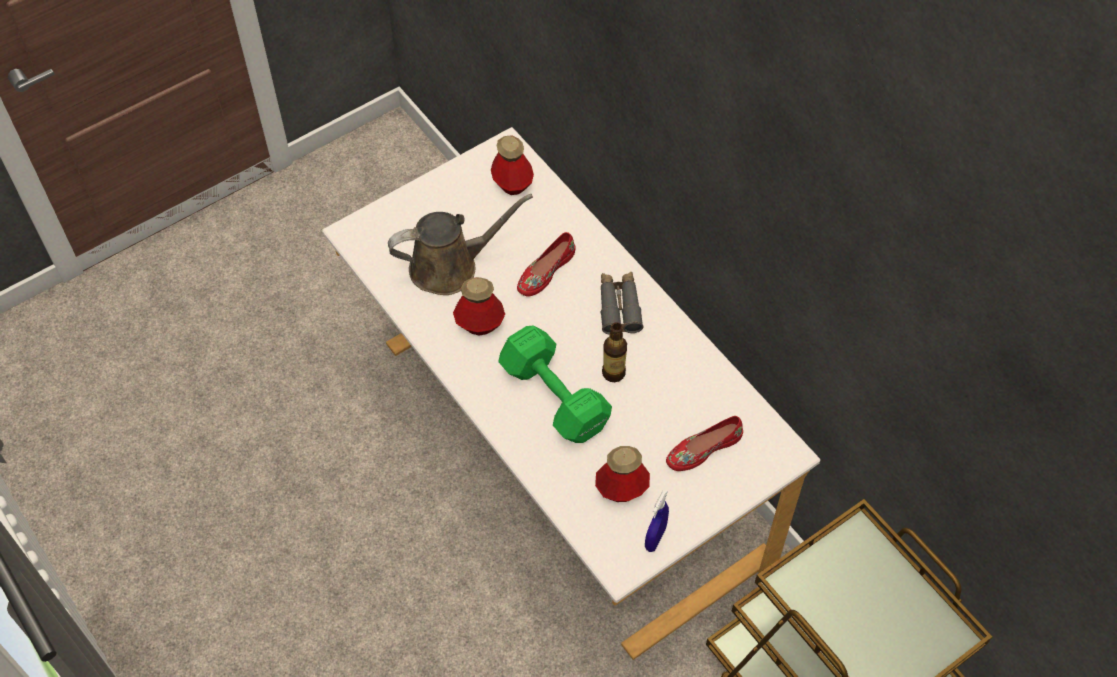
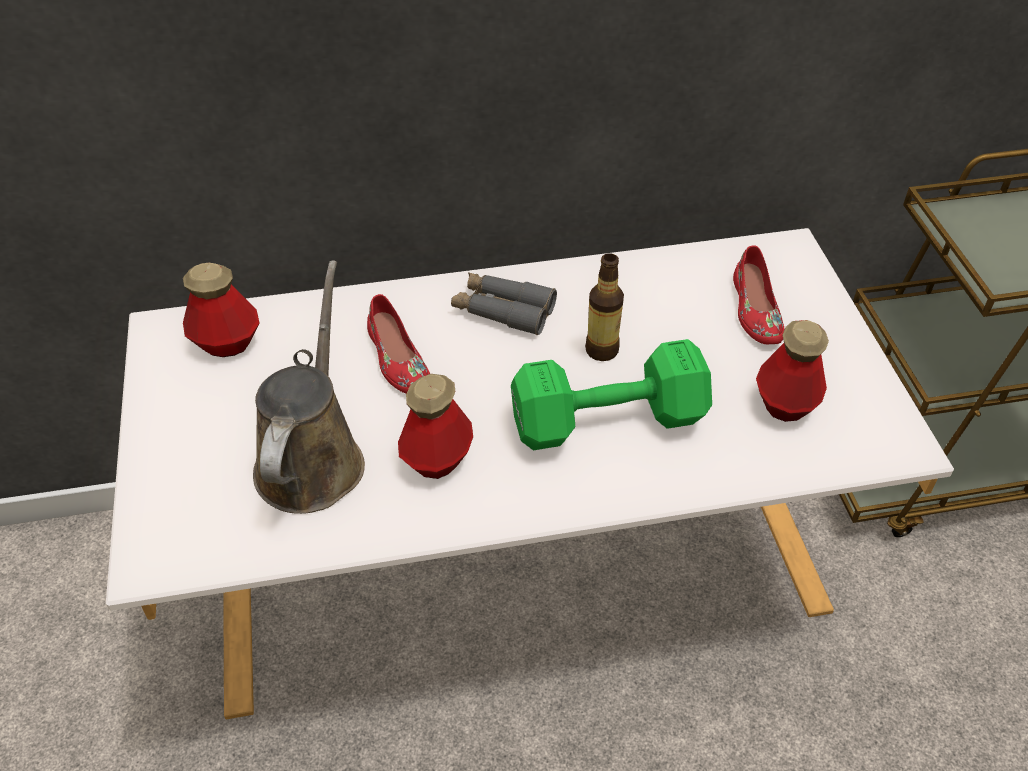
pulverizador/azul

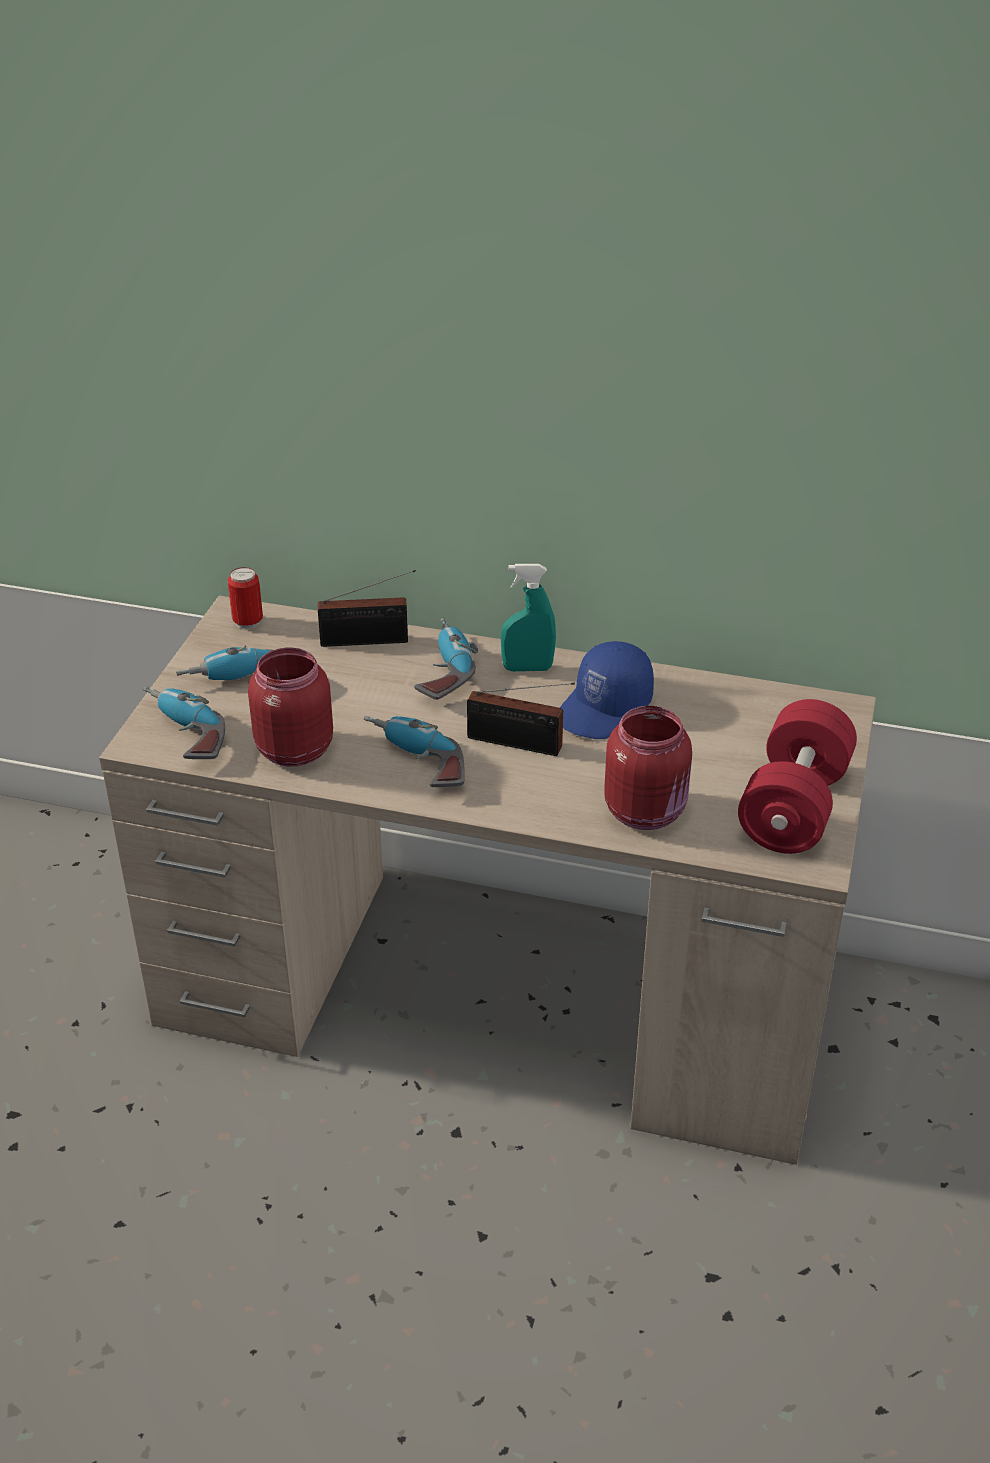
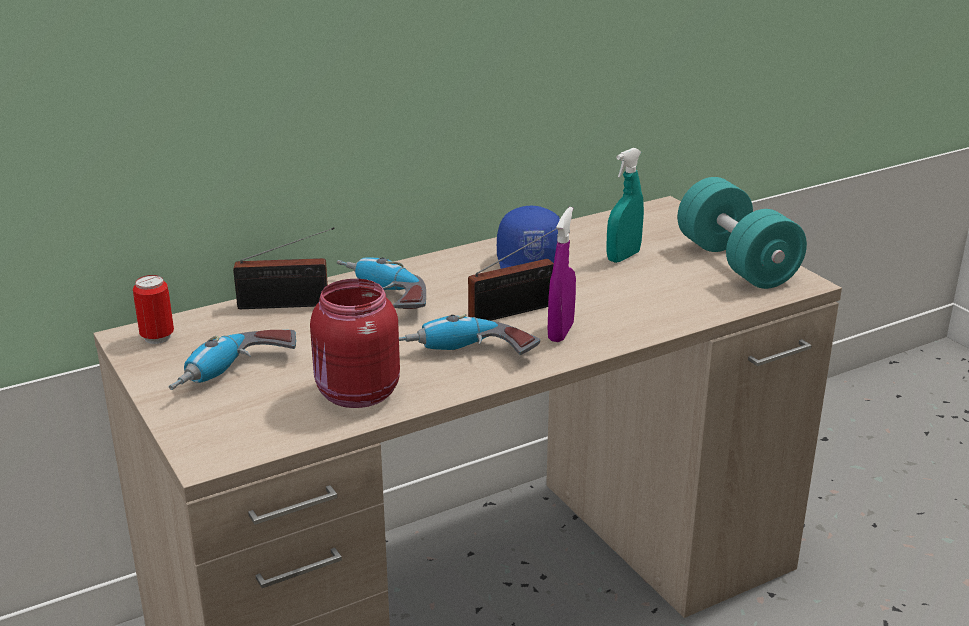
radio (1st from left)
pulverizador/morado
pulverizador/turquesa
mancuerna/turquesa
taladro (1st from left in the first image)
tarro/rojo (2nd from left in the first image)

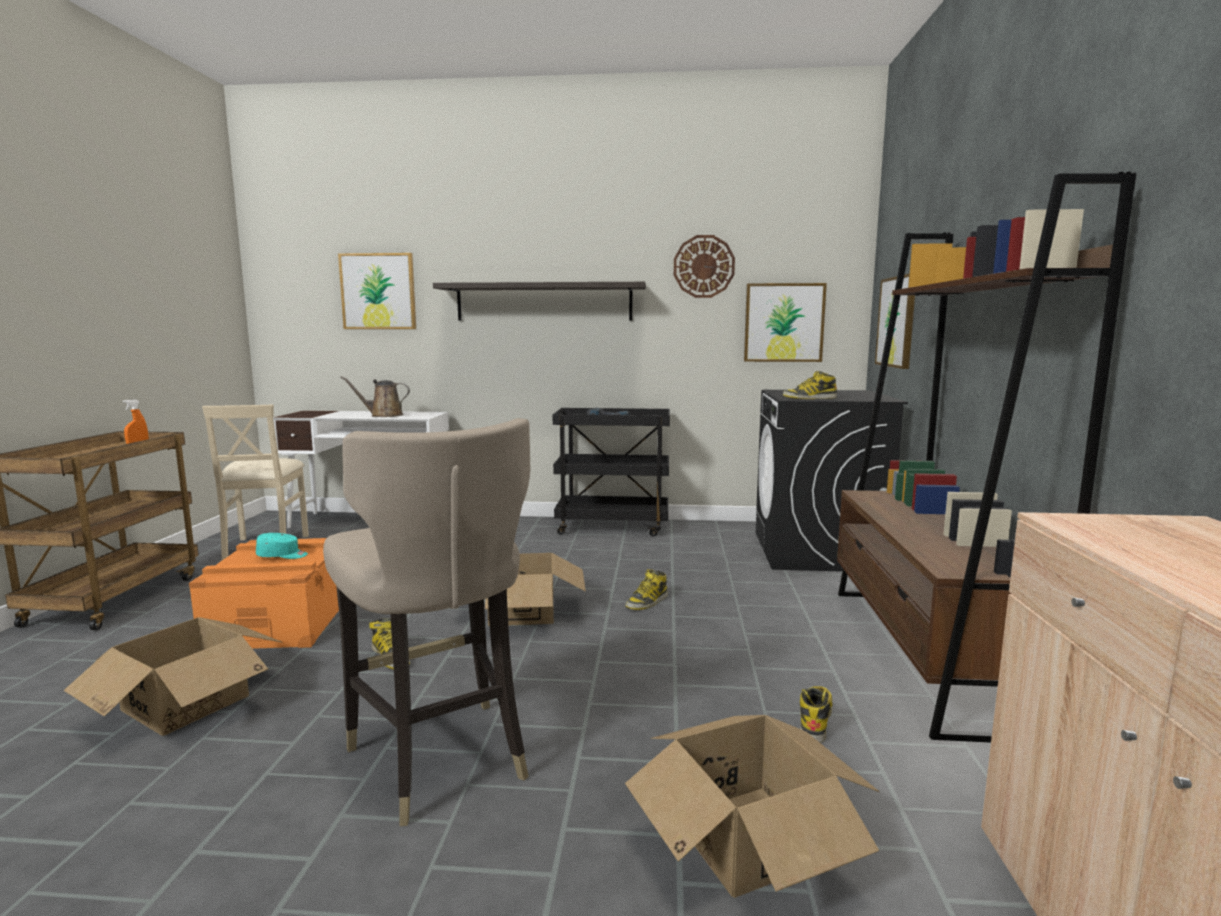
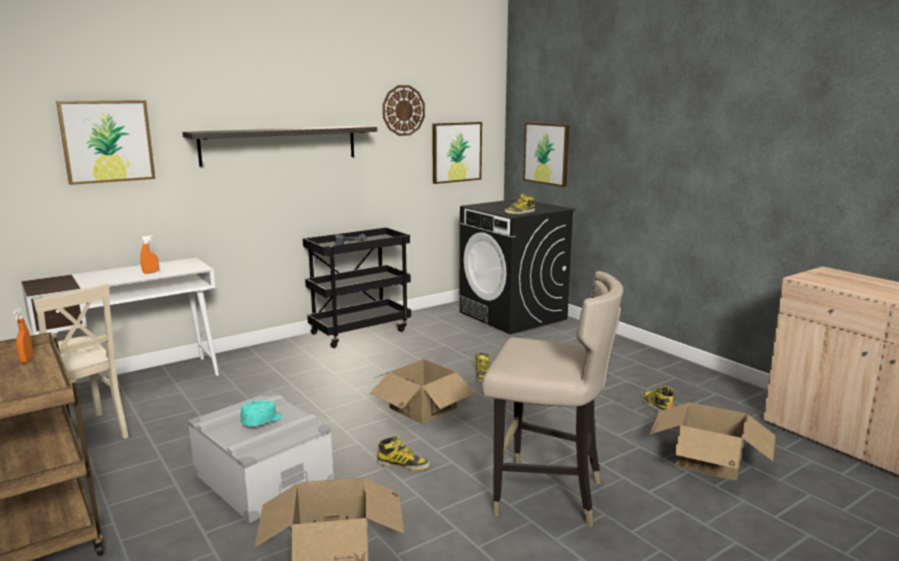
pulverizador/naranja (2nd from left)
caja de almacenaje/gris
estantería/marrón

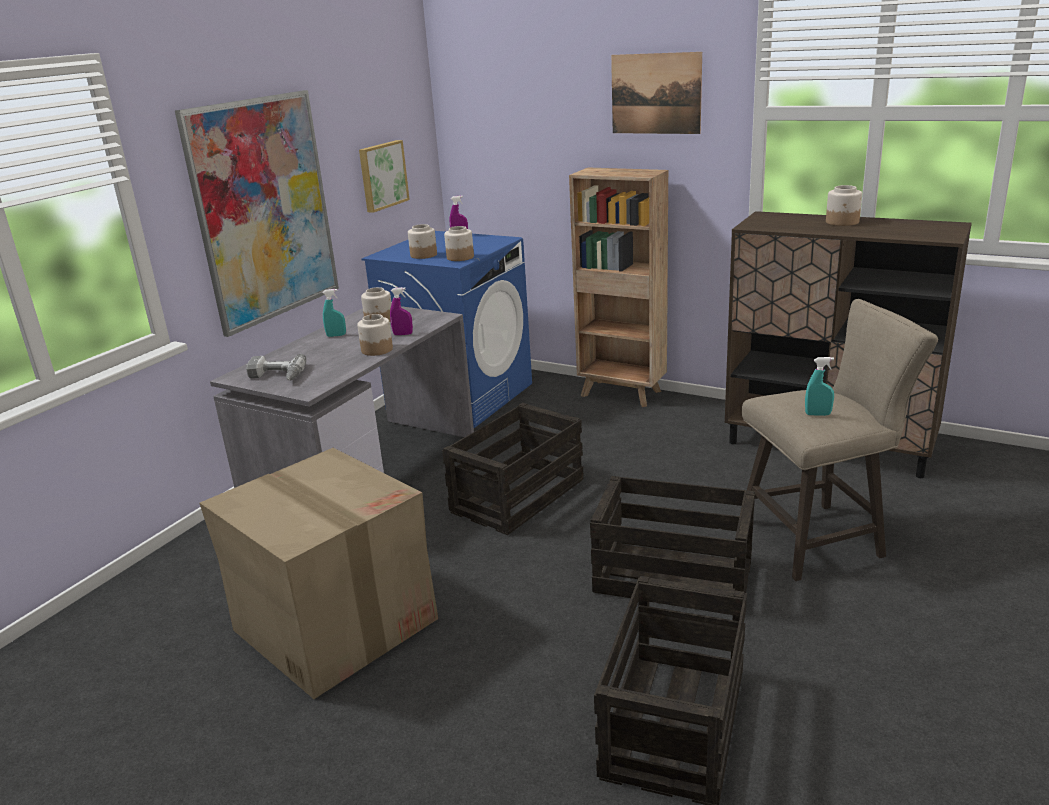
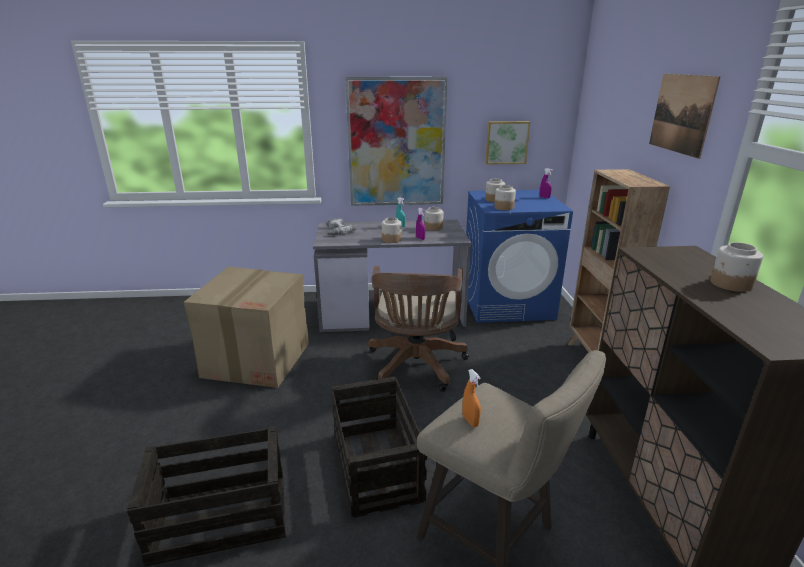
silla de oficina/marrón
pulverizador/naranja

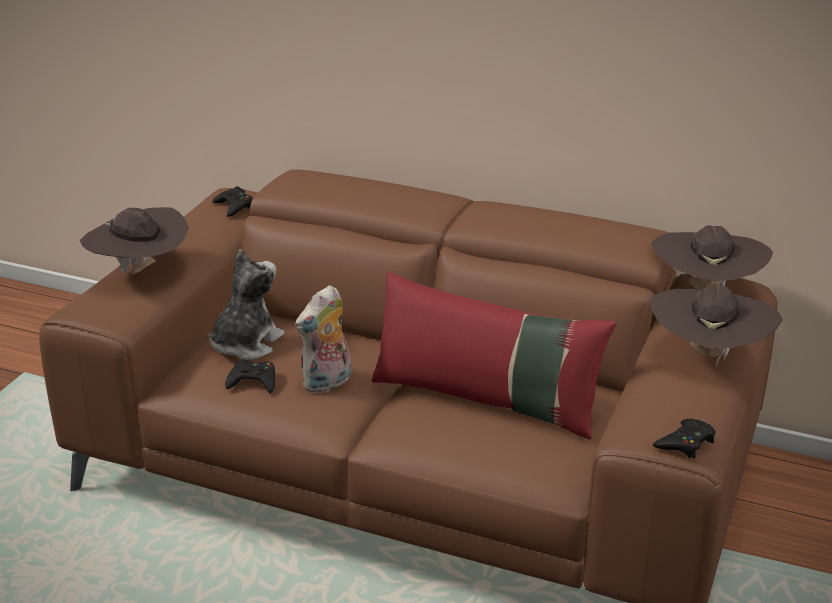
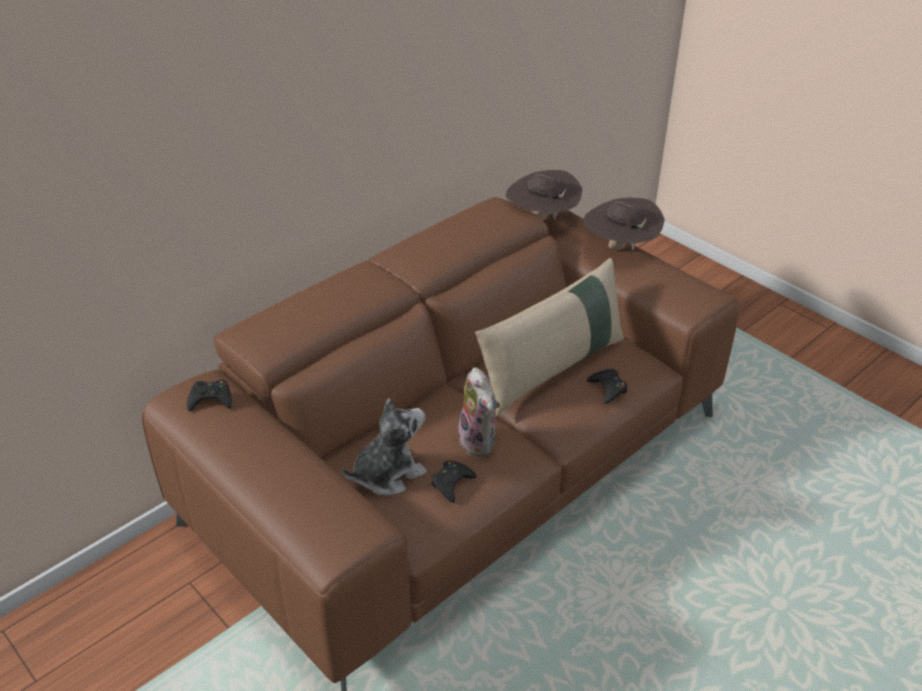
peluche (1st from left)
cojín/beis
mando de consola/negro (3rd from left)
sombrero/marrón (1st from left in the first image)

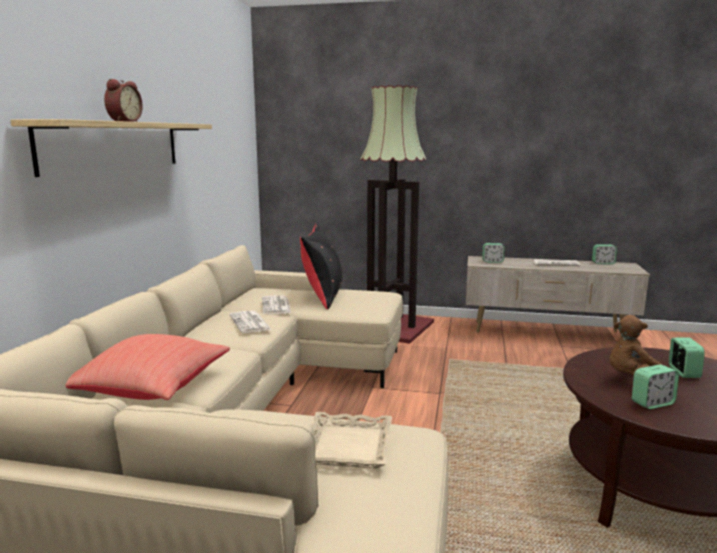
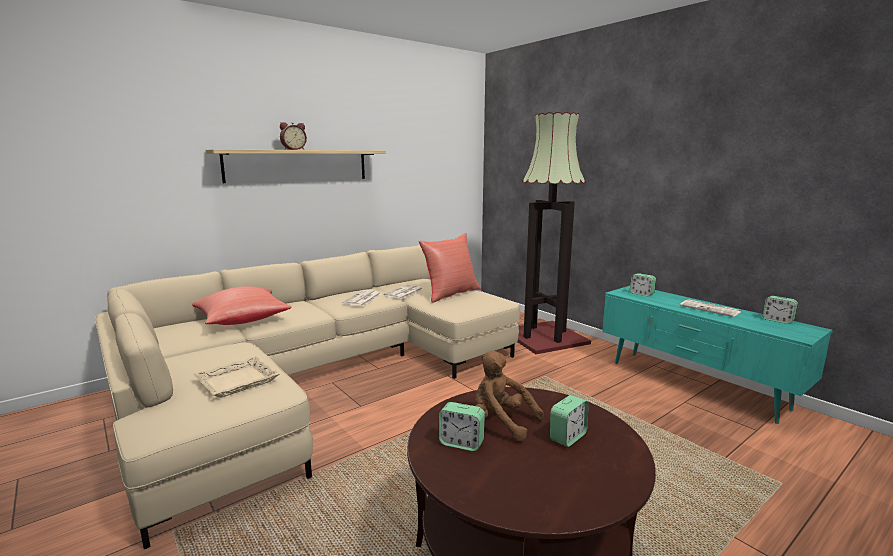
cojín/rojo (2nd from left)
mueble de televisión/turquesa

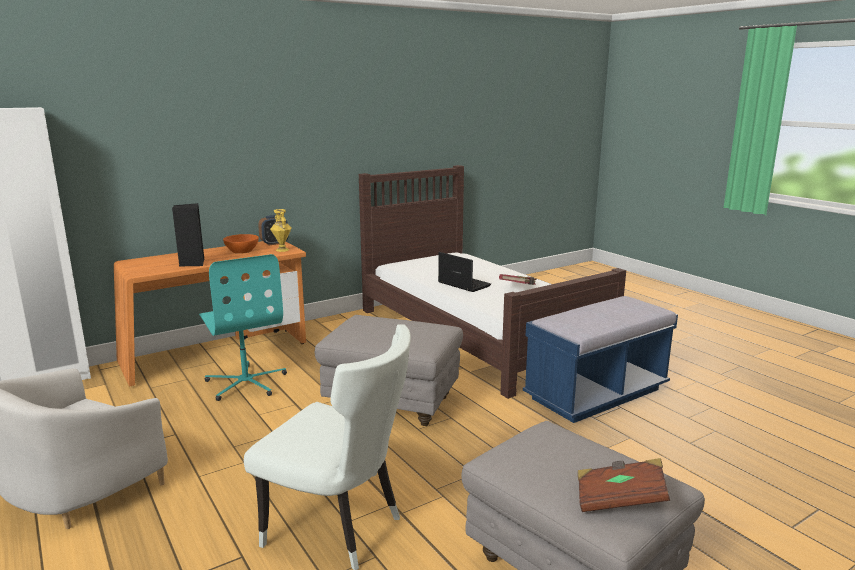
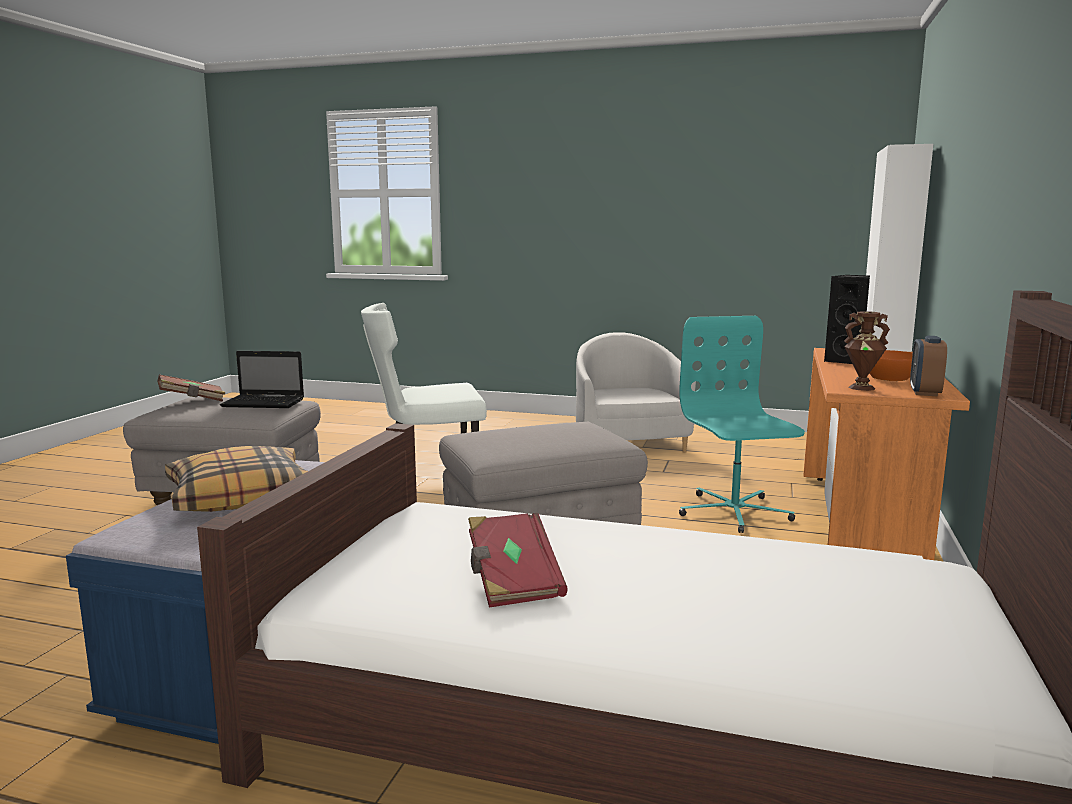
cojín
portátil
silla de oficina/turquesa
florero/marrón

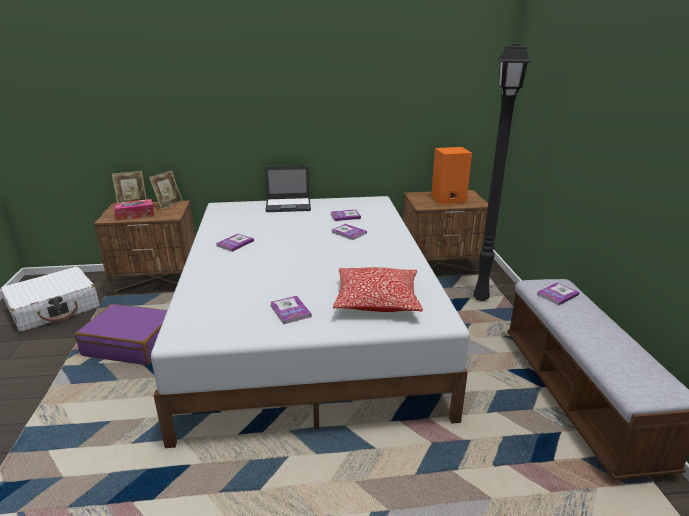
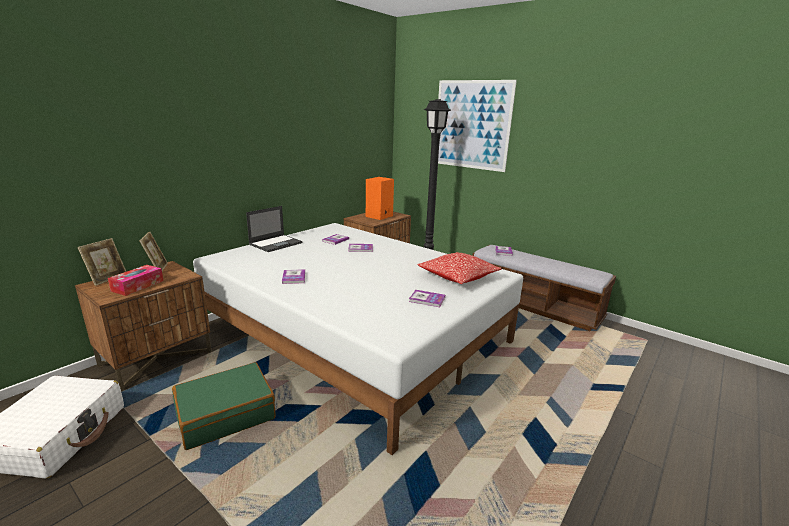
maleta/verde
cuadro

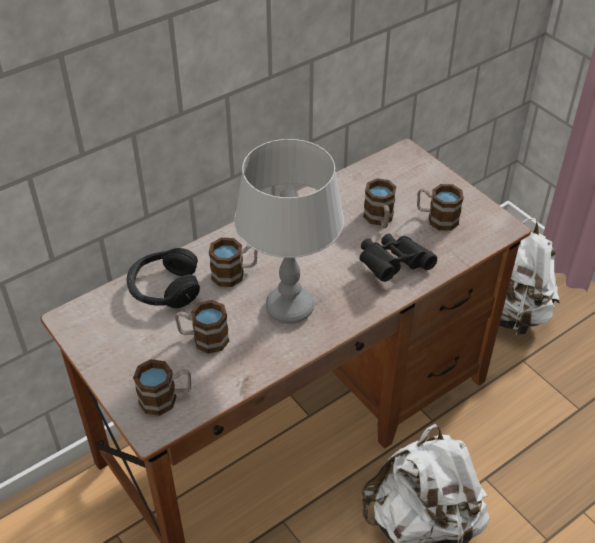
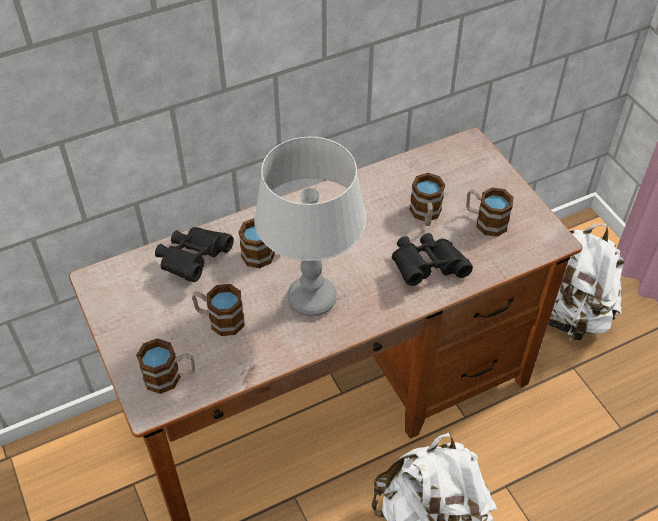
prismáticos/negro (1st from left)

